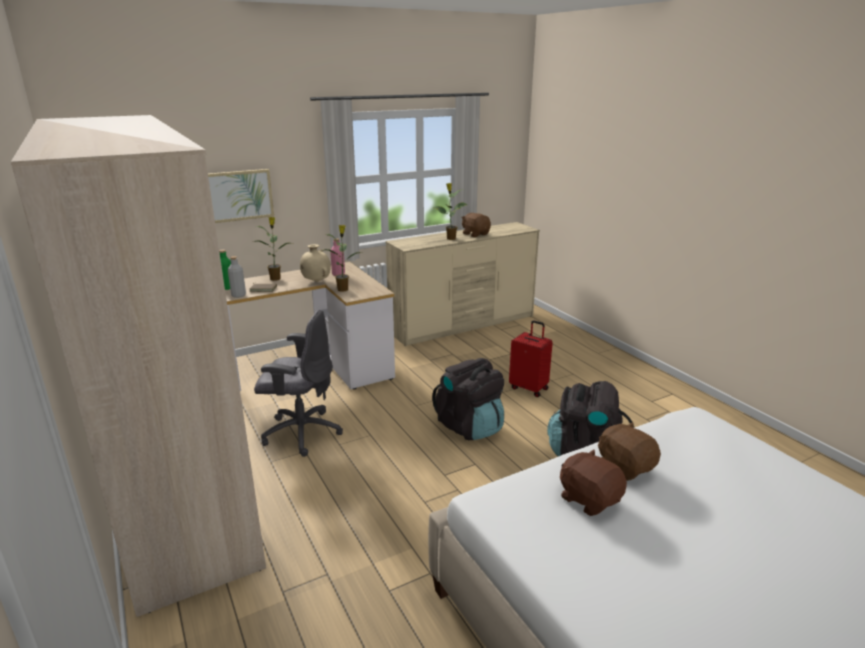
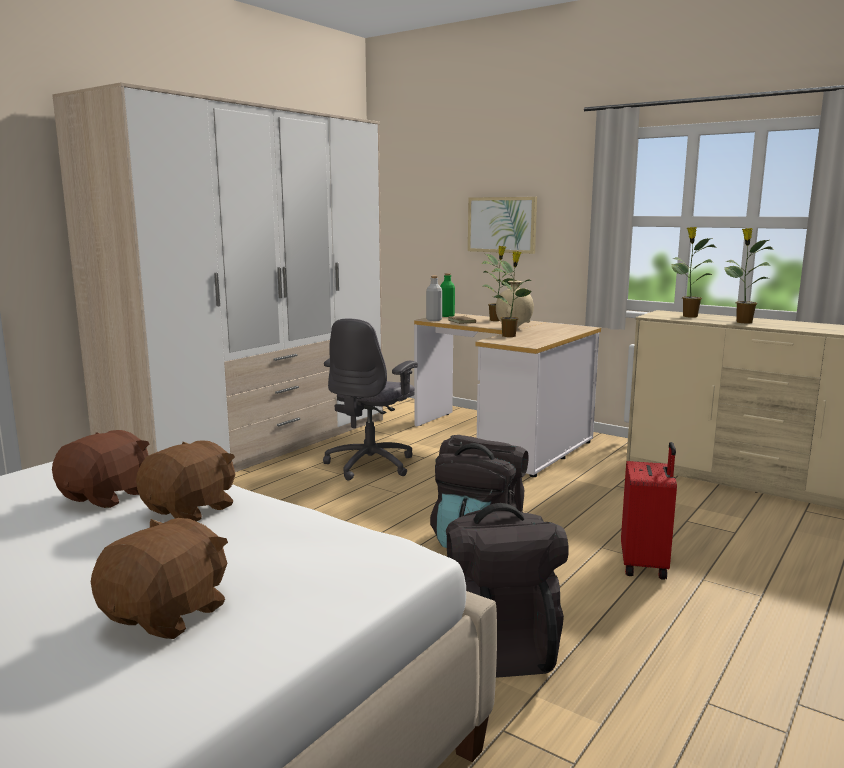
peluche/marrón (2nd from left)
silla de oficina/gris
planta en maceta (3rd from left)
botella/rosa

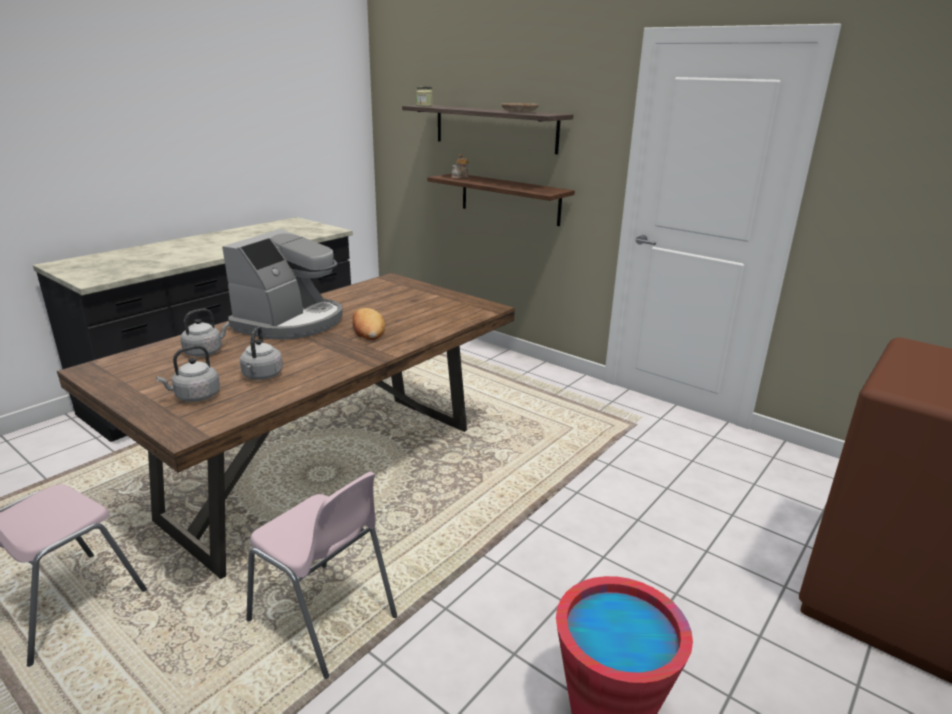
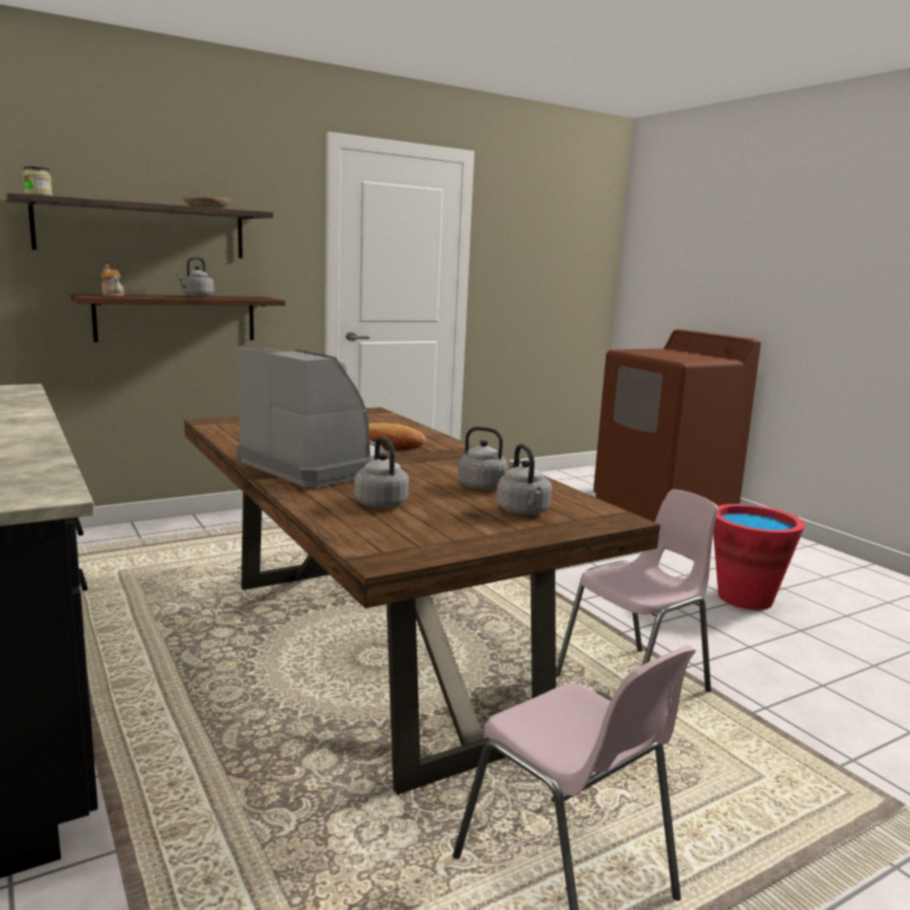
hervidor/gris (1st from left)

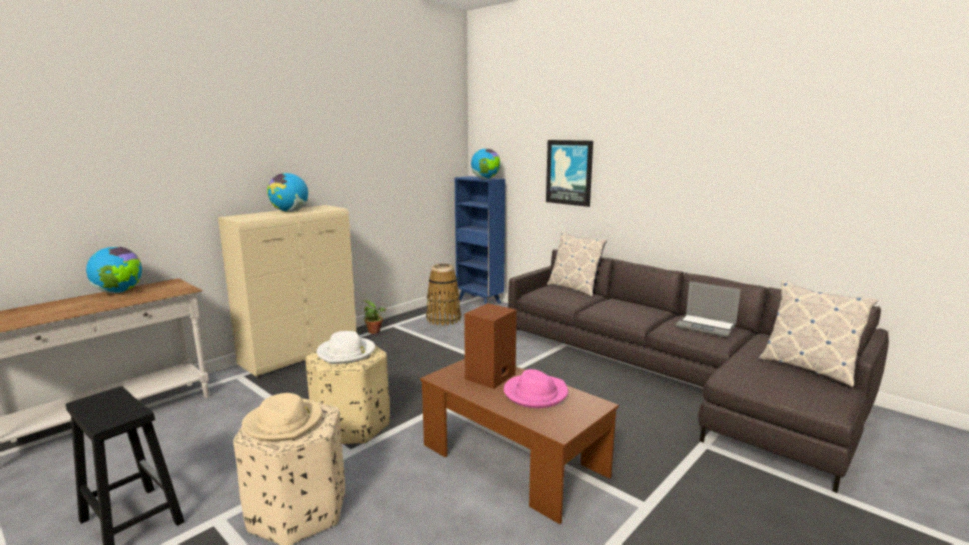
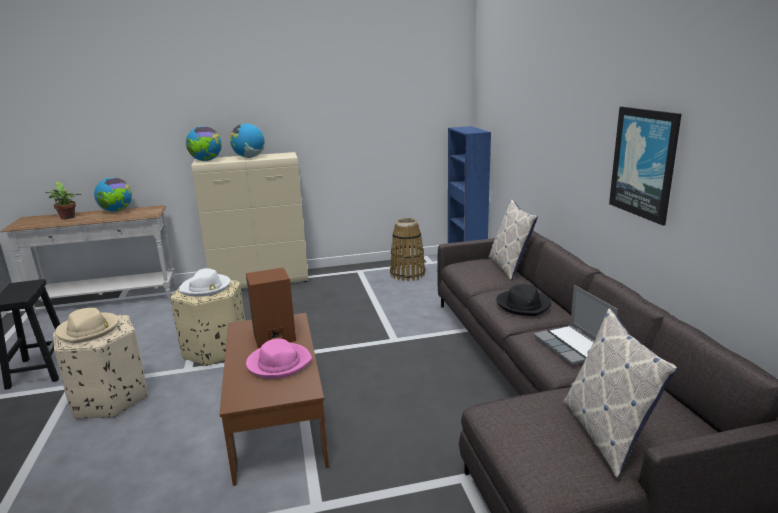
planta en maceta
globo terráqueo (2nd from left)
sombrero/negro
cuadro

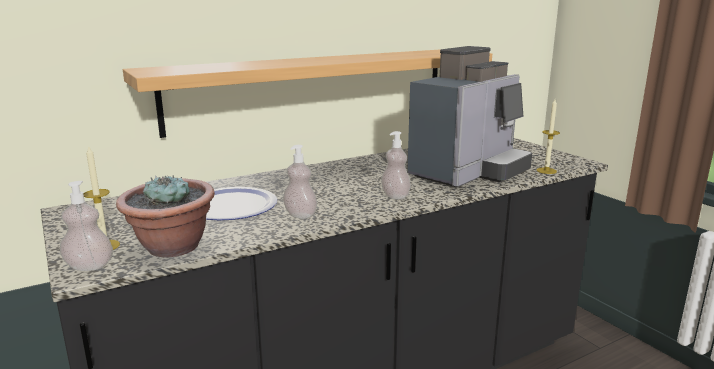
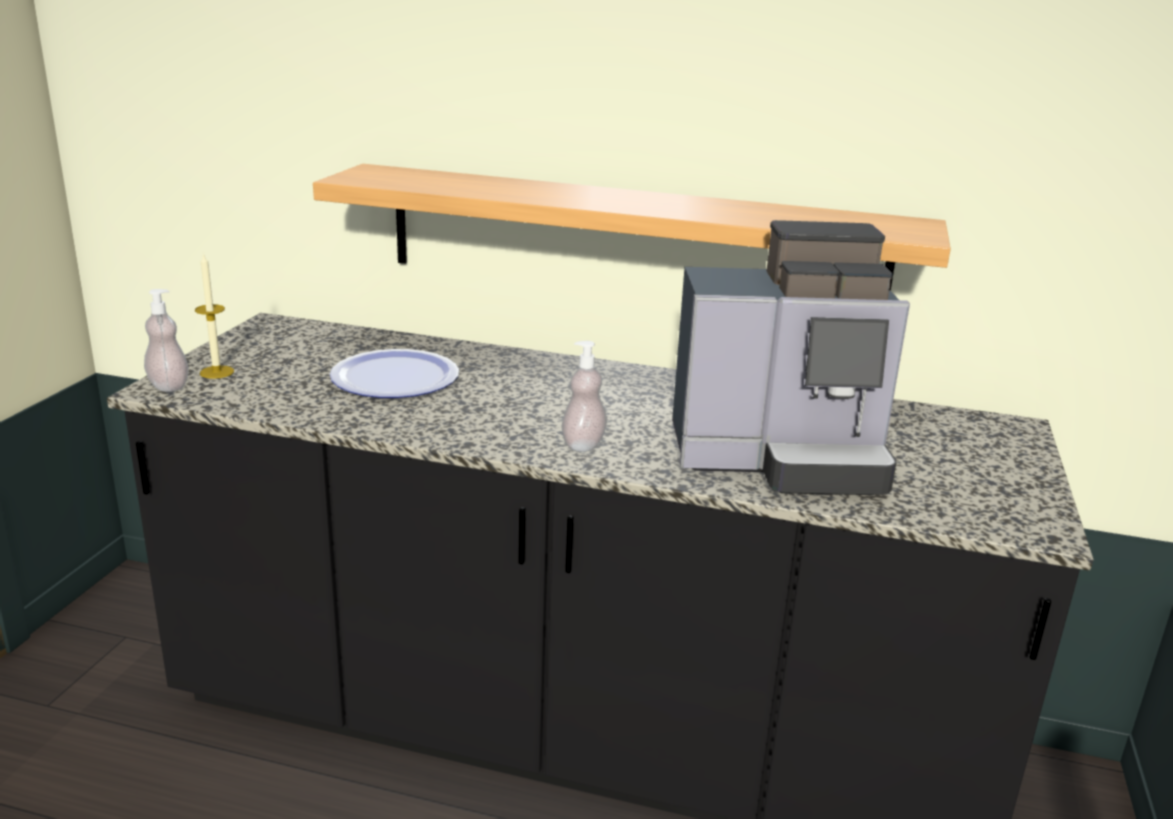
planta en maceta
dispensador de jabón (2nd from left in the first image)
vela (2nd from left in the first image)

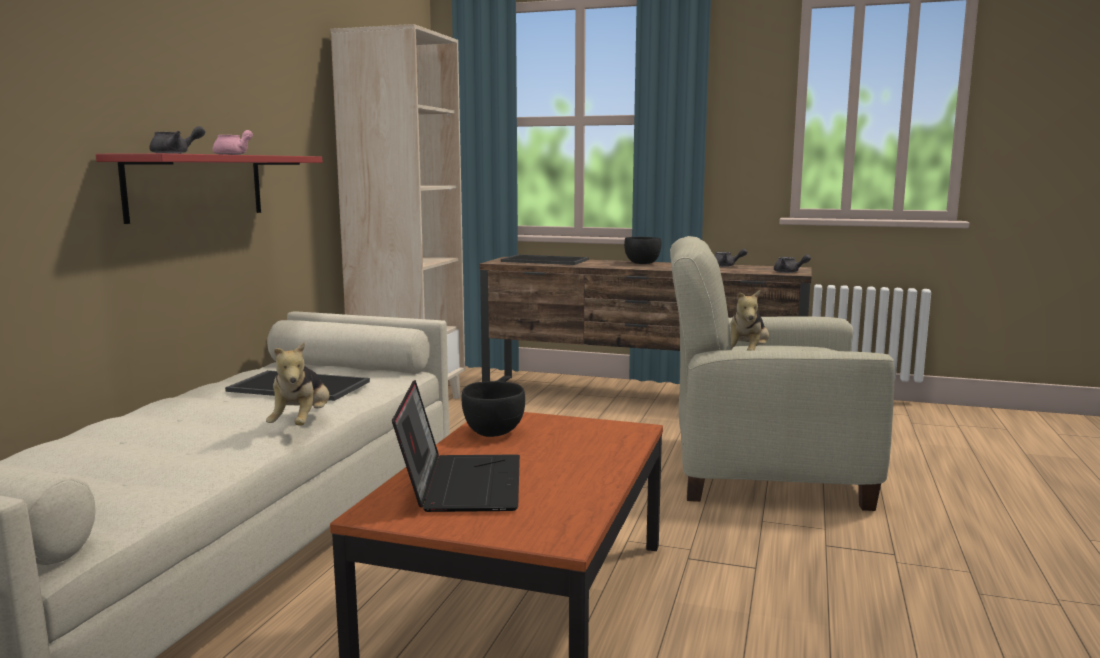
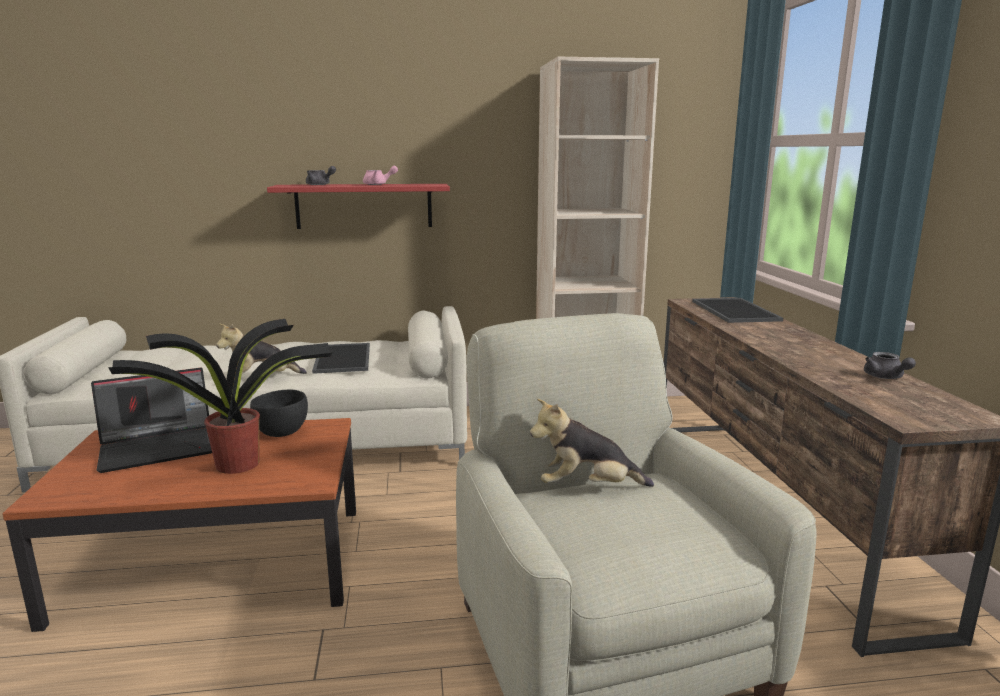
planta en maceta
cuenco/negro (2nd from left in the first image)
tetera/gris (3rd from left in the first image)

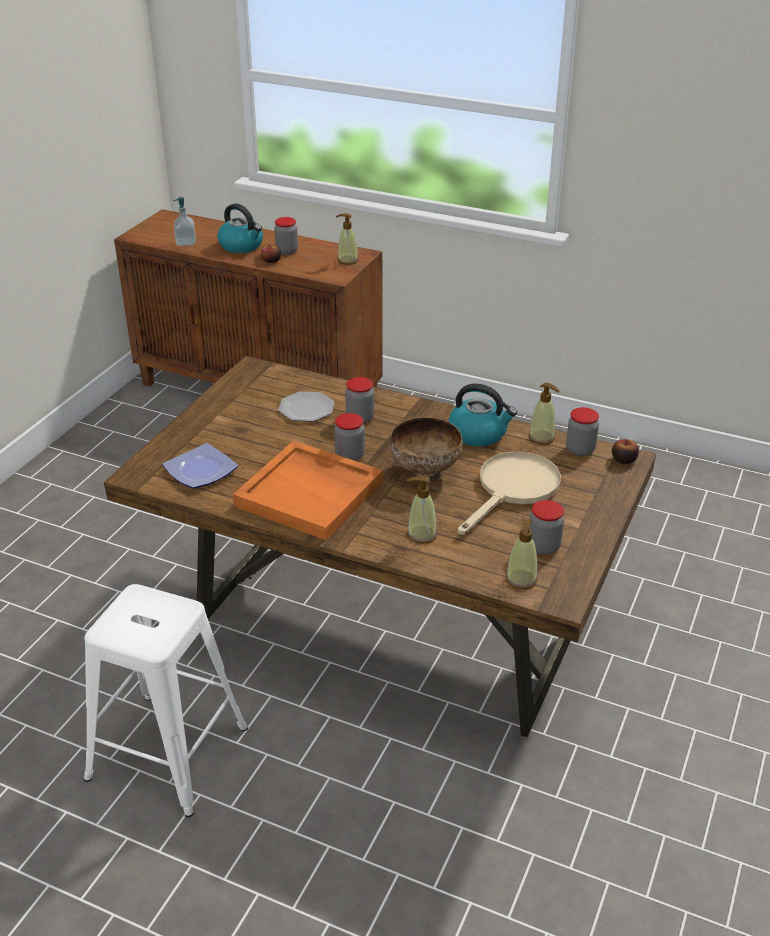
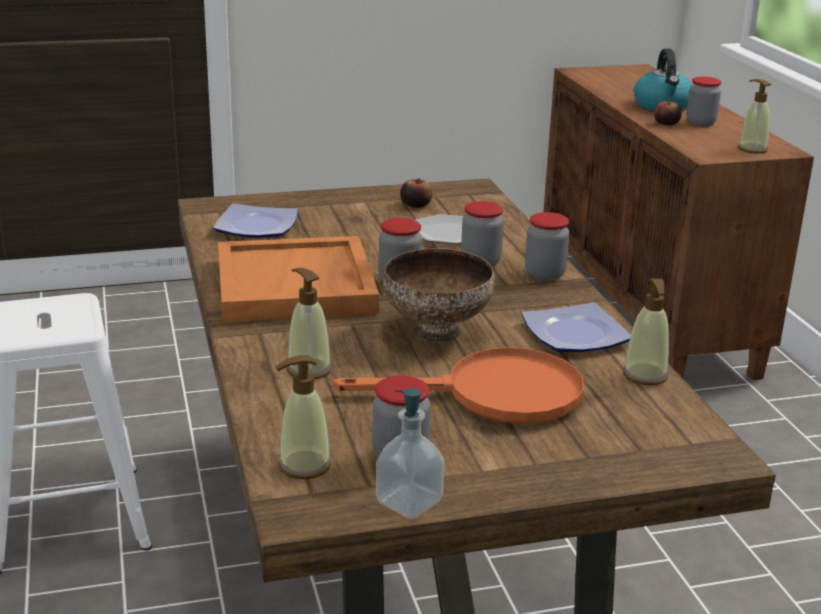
sartén/naranja
dispensador de jabón (3rd from left)
manzana (1st from left)
plato (3rd from left)
tarro (4th from left)

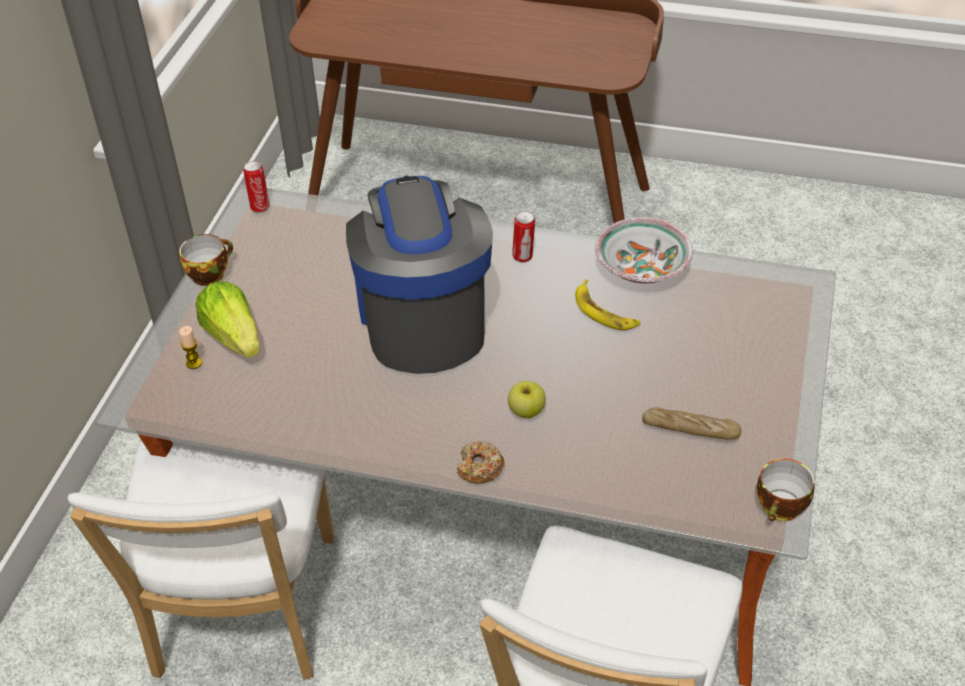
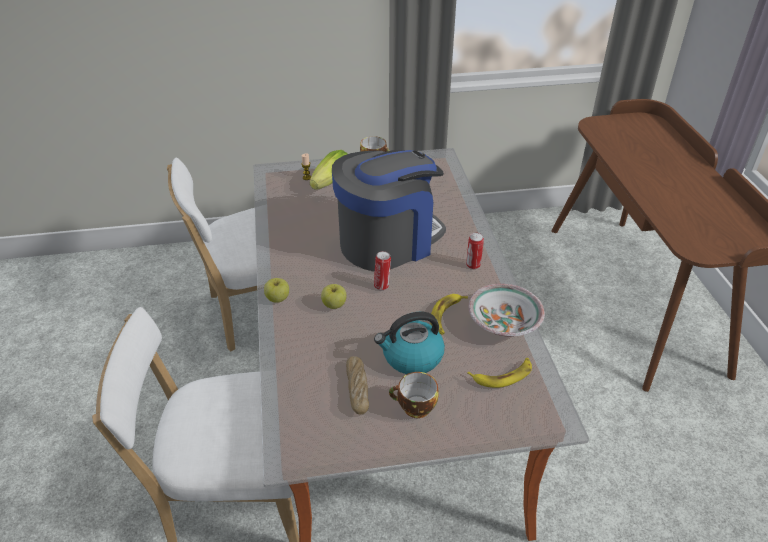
manzana (1st from left)
lata (1st from left)
hervidor
taza (2nd from left)
plátano (2nd from left)

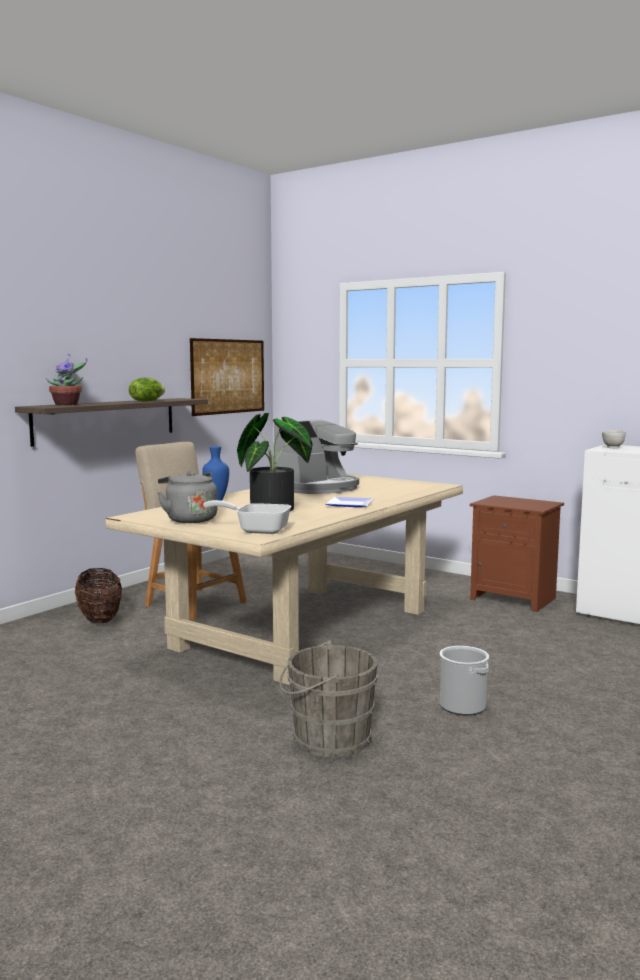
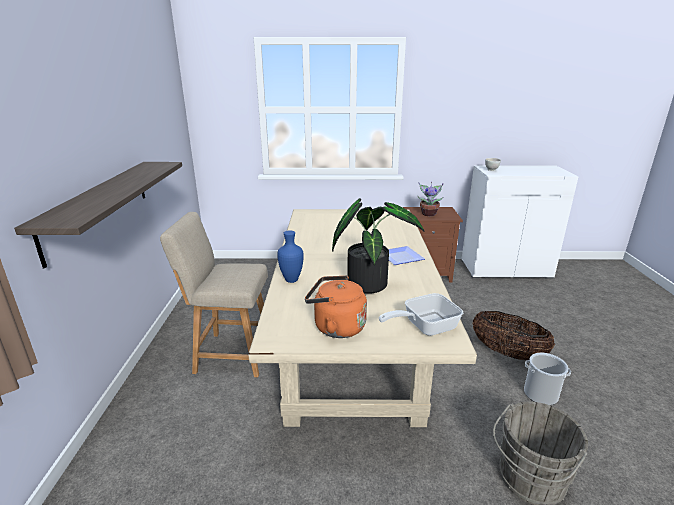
hervidor/naranja
planta en maceta (2nd from left)
cesta
lechuga
cuadro
cafetera

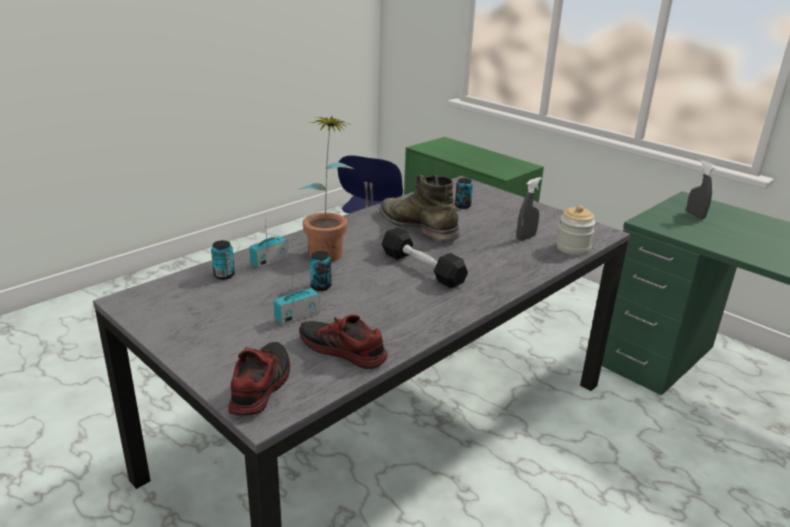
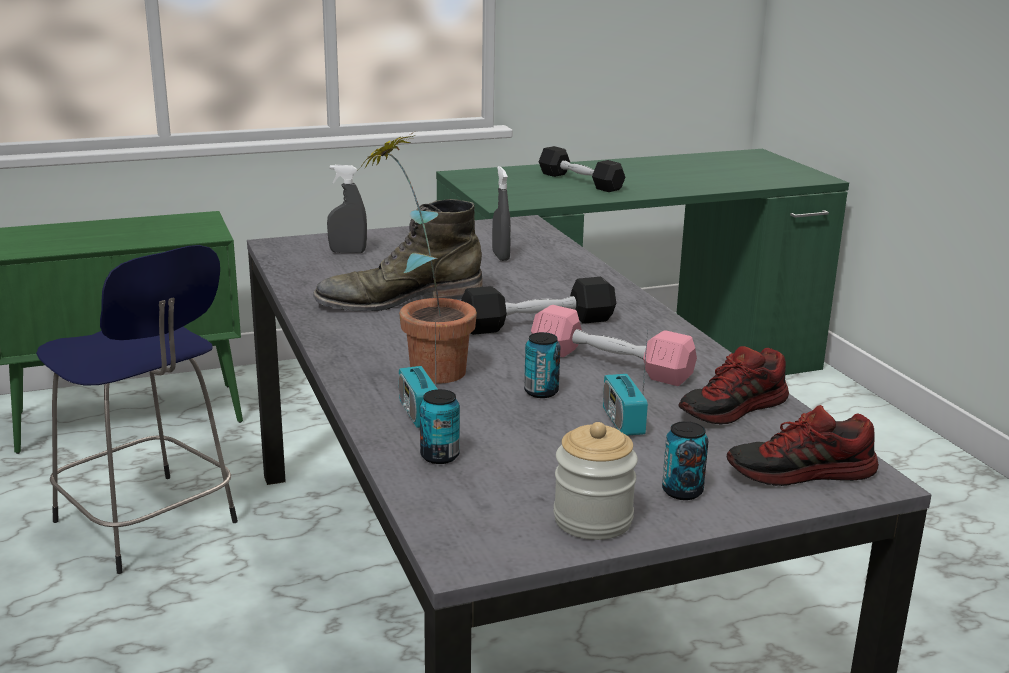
pulverizador/gris (1st from left)
mancuerna/rosa
mancuerna/negro (2nd from left)
tarro
lata (3rd from left)
zapato (2nd from left)

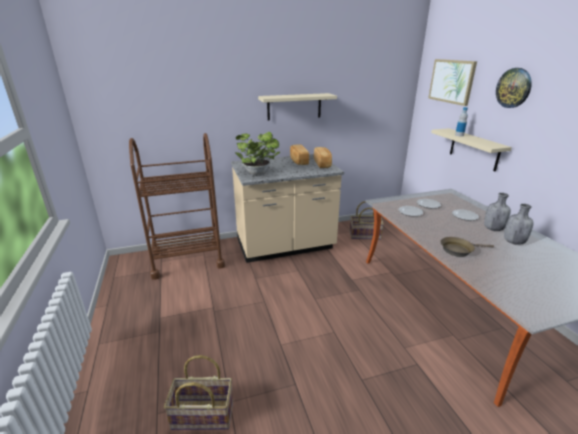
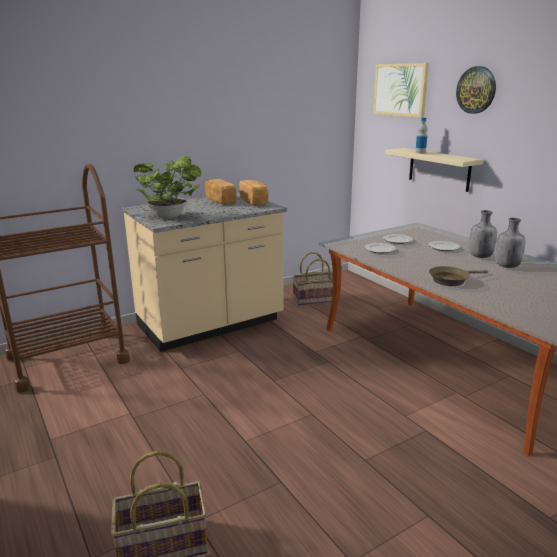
estante/beis (1st from left in the first image)

